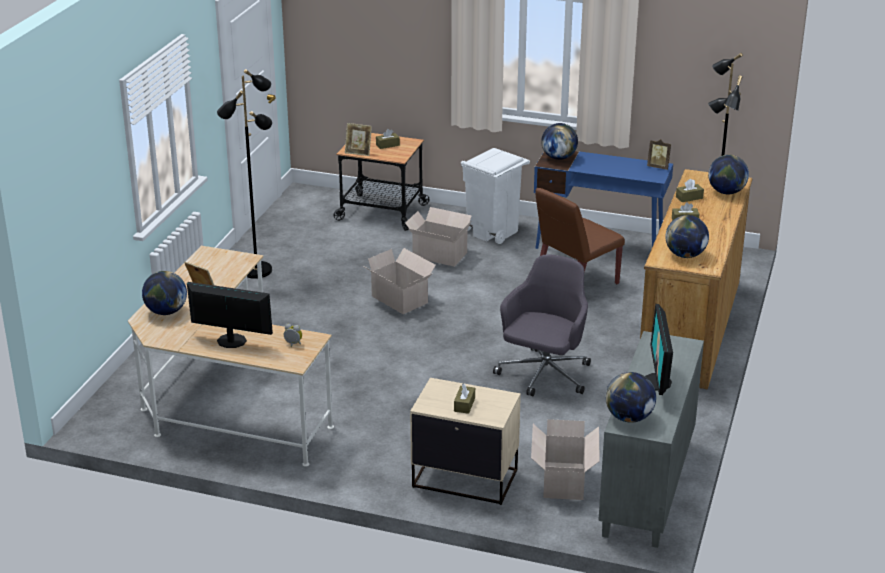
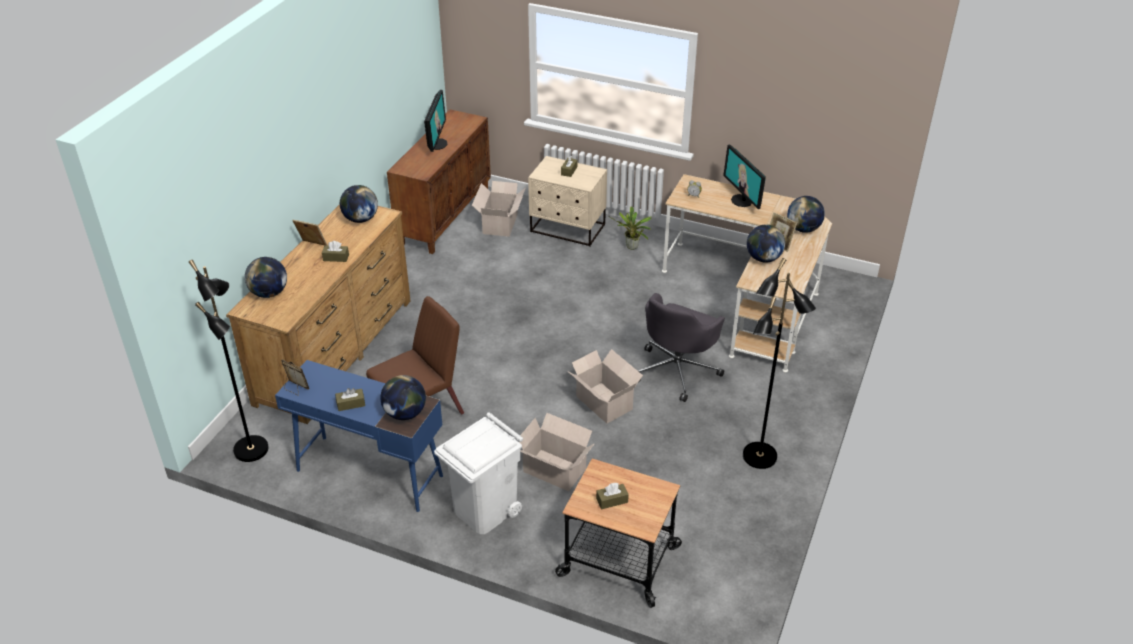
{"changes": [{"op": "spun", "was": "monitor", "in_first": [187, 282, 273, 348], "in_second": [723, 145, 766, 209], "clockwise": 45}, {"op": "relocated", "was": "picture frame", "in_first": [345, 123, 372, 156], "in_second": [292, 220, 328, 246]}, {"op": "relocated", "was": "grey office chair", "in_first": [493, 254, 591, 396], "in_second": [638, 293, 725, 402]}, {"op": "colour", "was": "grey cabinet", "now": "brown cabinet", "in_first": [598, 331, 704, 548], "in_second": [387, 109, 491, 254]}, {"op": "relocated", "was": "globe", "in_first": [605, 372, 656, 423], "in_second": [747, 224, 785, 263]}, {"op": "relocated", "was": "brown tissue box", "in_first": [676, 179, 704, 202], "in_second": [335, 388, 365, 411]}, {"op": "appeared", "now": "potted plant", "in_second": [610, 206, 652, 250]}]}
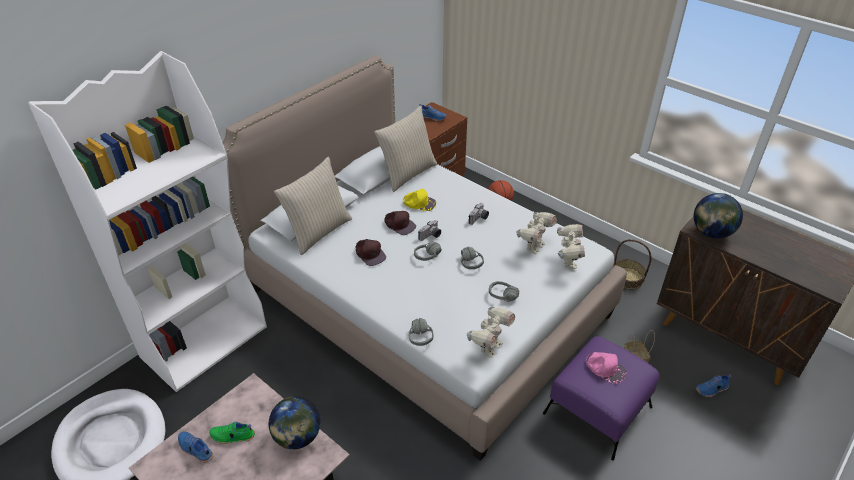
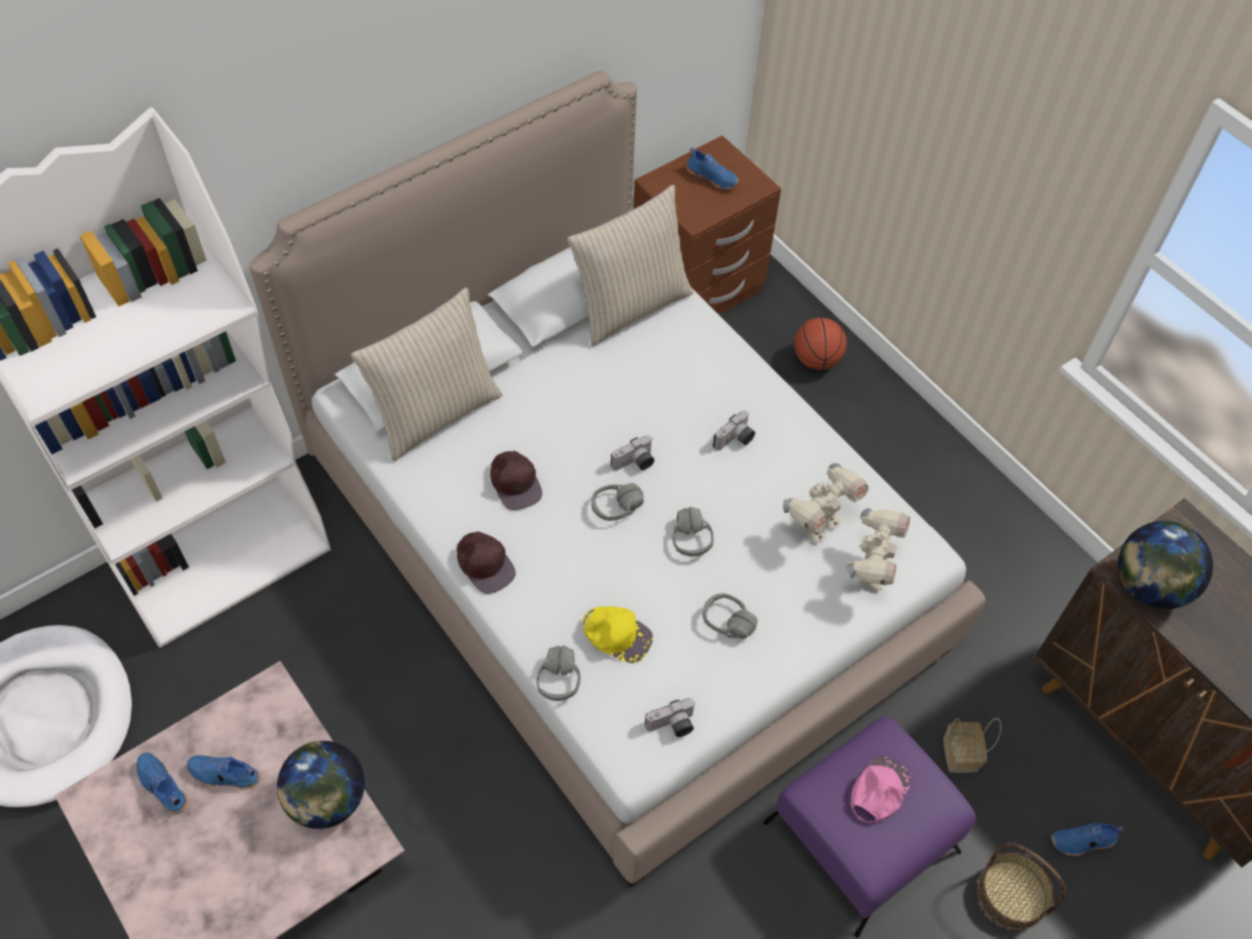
{"changes": [{"op": "colour", "was": "green shoe", "now": "blue shoe", "in_first": [209, 422, 255, 444], "in_second": [187, 755, 260, 789]}, {"op": "relocated", "was": "brown cap", "in_first": [384, 211, 416, 235], "in_second": [457, 531, 516, 594]}, {"op": "relocated", "was": "yellow cap", "in_first": [403, 189, 436, 211], "in_second": [582, 606, 653, 663]}, {"op": "exchanged", "was": "toy robot", "now": "photo camera", "in_first": [467, 307, 515, 358], "in_second": [645, 698, 696, 737]}, {"op": "spun", "was": "pink cap", "in_first": [586, 352, 626, 384], "in_second": [851, 757, 911, 823], "clockwise": -105}, {"op": "relocated", "was": "basket", "in_first": [613, 239, 652, 289], "in_second": [977, 843, 1067, 930]}]}
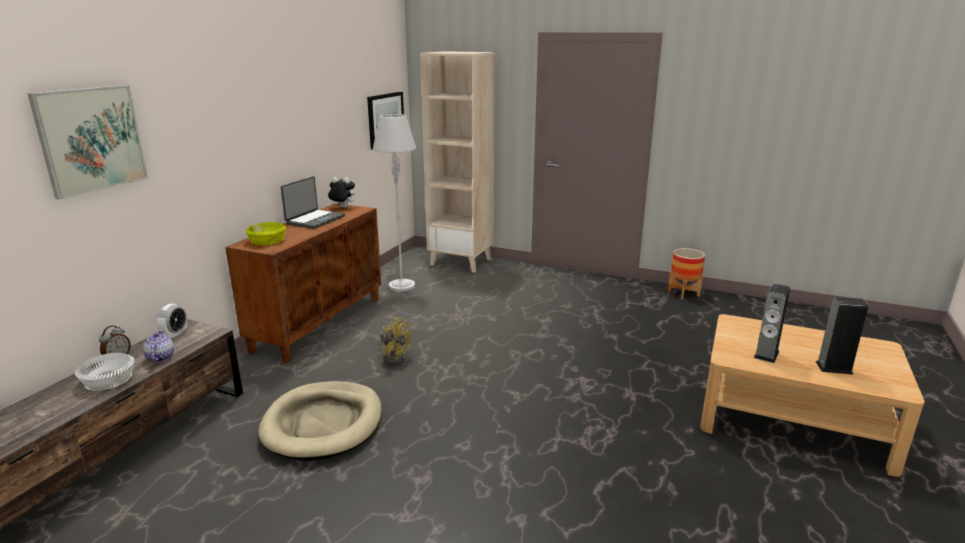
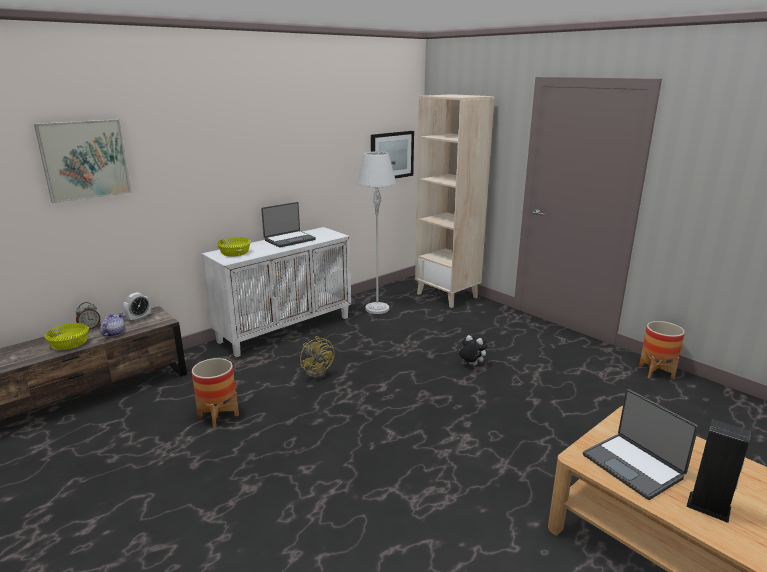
{"changes": [{"op": "colour", "was": "white bowl", "now": "yellow bowl", "in_first": [75, 353, 134, 391], "in_second": [45, 323, 89, 350]}, {"op": "colour", "was": "brown cabinet", "now": "white cabinet", "in_first": [225, 203, 381, 363], "in_second": [202, 227, 351, 357]}, {"op": "exchanged", "was": "beige dog bed", "now": "planter", "in_first": [258, 381, 382, 461], "in_second": [192, 358, 239, 428]}, {"op": "relocated", "was": "plush toy", "in_first": [328, 177, 355, 208], "in_second": [459, 335, 488, 366]}, {"op": "exchanged", "was": "speaker", "now": "laptop", "in_first": [754, 284, 790, 363], "in_second": [583, 389, 698, 500]}]}
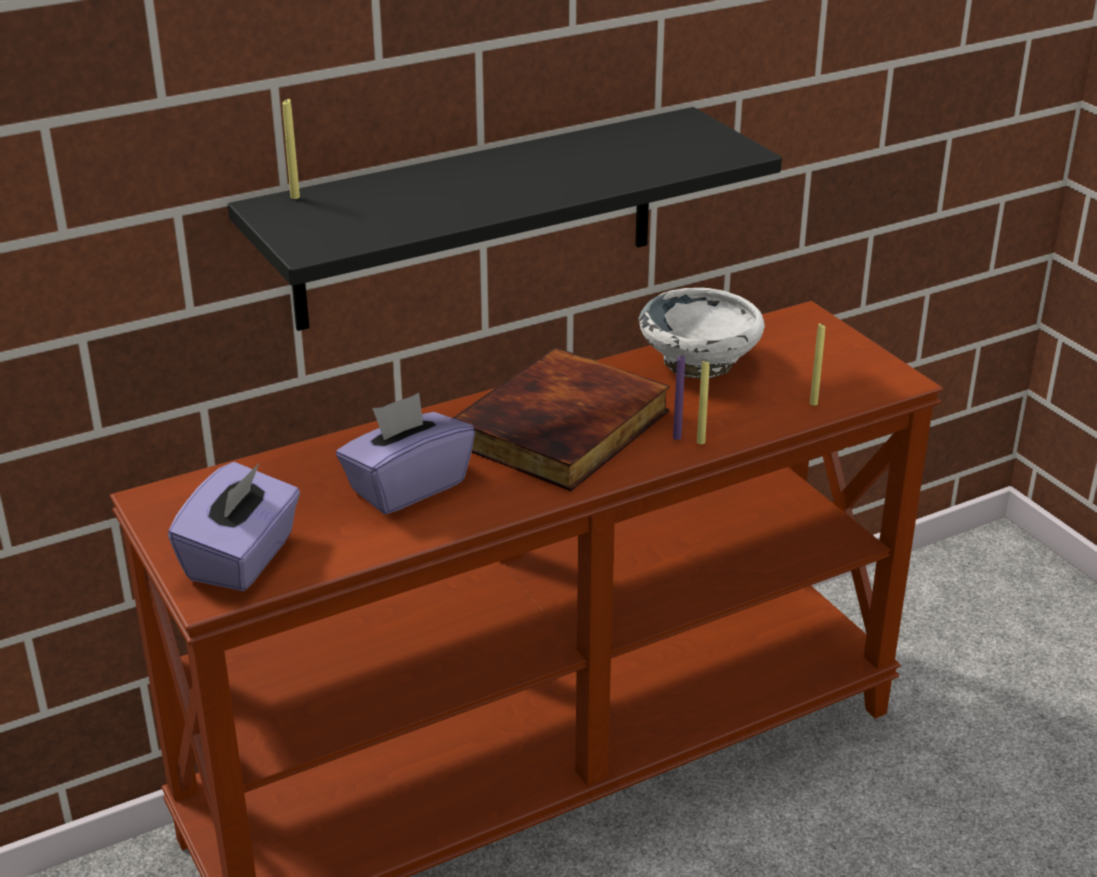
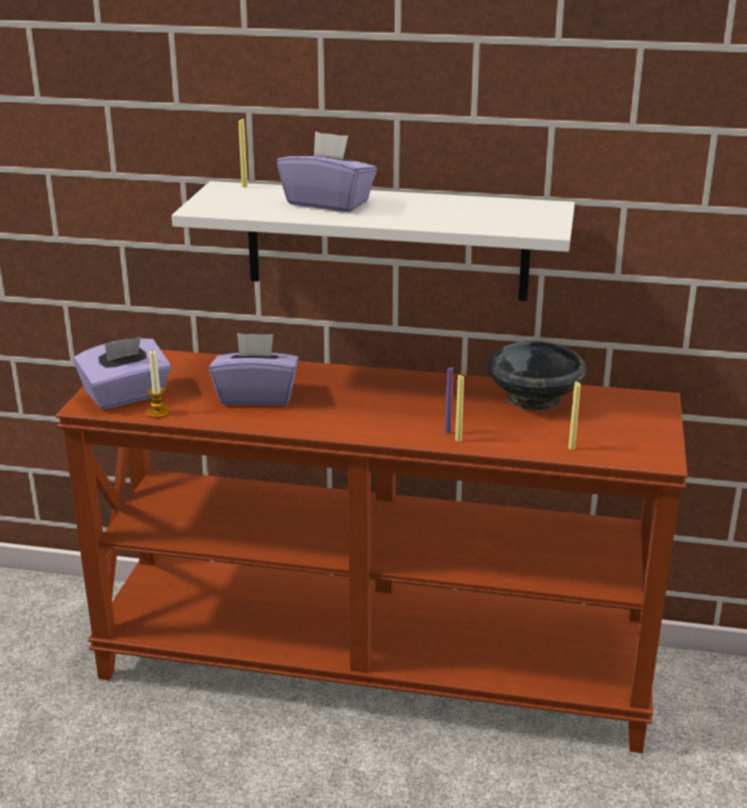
{"changes": [{"op": "colour", "was": "black shelf", "now": "white shelf", "in_first": [228, 107, 782, 331], "in_second": [172, 181, 575, 301]}, {"op": "missing", "was": "book", "in_first": [453, 347, 670, 491]}, {"op": "colour", "was": "white bowl", "now": "black bowl", "in_first": [639, 288, 765, 379], "in_second": [488, 341, 586, 411]}, {"op": "appeared", "now": "candle", "in_second": [146, 349, 170, 418]}, {"op": "appeared", "now": "purple tissue box", "in_second": [277, 131, 377, 212]}]}
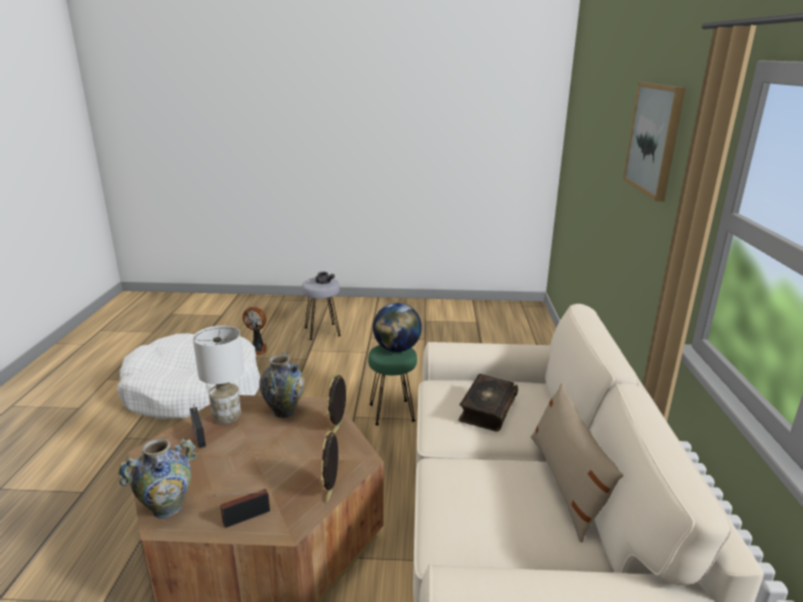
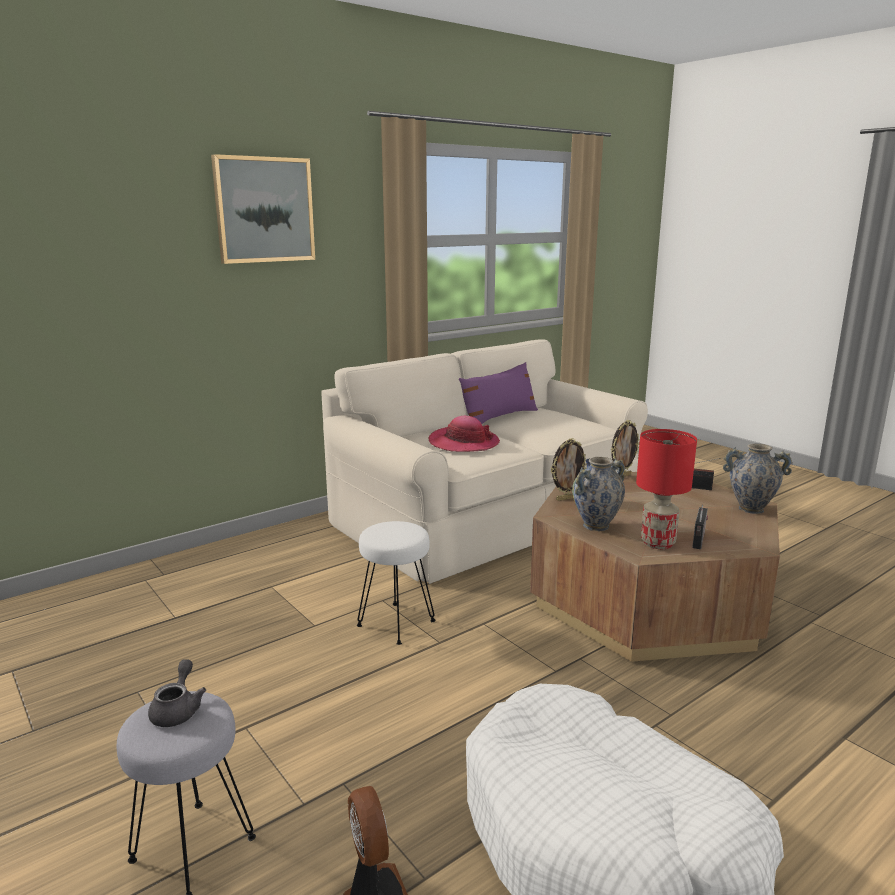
{"changes": [{"op": "colour", "was": "white table lamp", "now": "red table lamp", "in_first": [193, 326, 244, 424], "in_second": [636, 429, 697, 549]}, {"op": "colour", "was": "green stool", "now": "white stool", "in_first": [368, 345, 417, 425], "in_second": [357, 521, 436, 645]}, {"op": "missing", "was": "globe", "in_first": [373, 303, 422, 352]}, {"op": "exchanged", "was": "book", "now": "hat", "in_first": [458, 374, 518, 432], "in_second": [428, 416, 500, 452]}, {"op": "colour", "was": "beige pillow", "now": "purple pillow", "in_first": [531, 383, 623, 543], "in_second": [459, 362, 538, 424]}]}
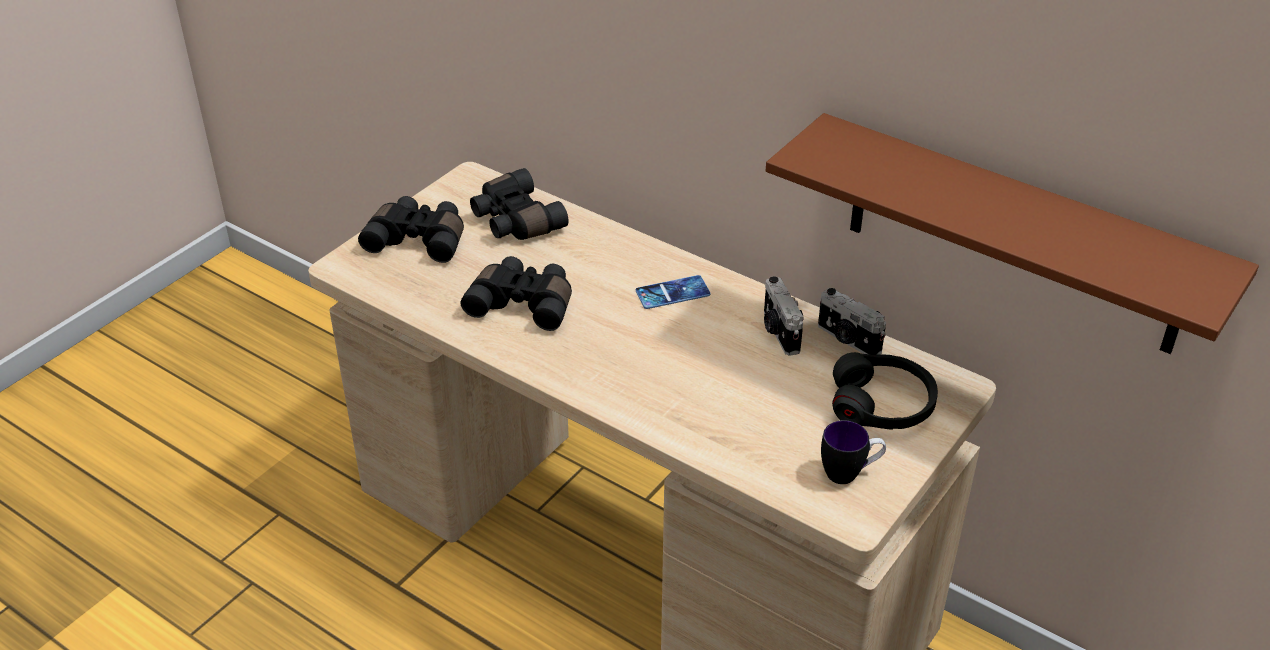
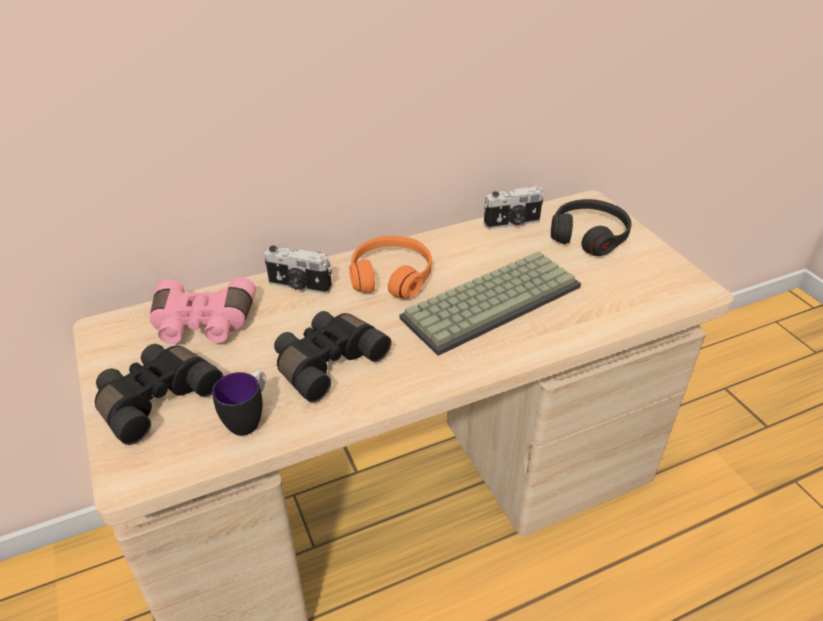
{"changes": [{"op": "colour", "was": "black binoculars", "now": "pink binoculars", "in_first": [470, 168, 569, 240], "in_second": [150, 277, 256, 344]}, {"op": "exchanged", "was": "phone", "now": "orange headphones", "in_first": [636, 275, 710, 309], "in_second": [349, 236, 432, 299]}, {"op": "relocated", "was": "photo camera", "in_first": [764, 276, 803, 356], "in_second": [264, 246, 332, 294]}, {"op": "missing", "was": "brown shelf", "in_first": [766, 113, 1259, 354]}, {"op": "relocated", "was": "mug", "in_first": [821, 420, 886, 484], "in_second": [212, 370, 266, 436]}, {"op": "appeared", "now": "keyboard", "in_second": [400, 251, 581, 356]}]}
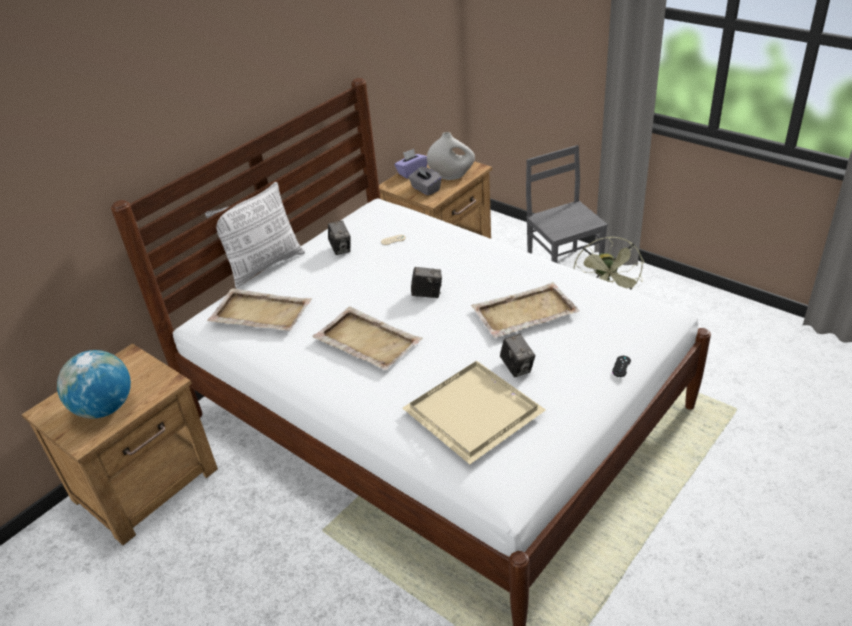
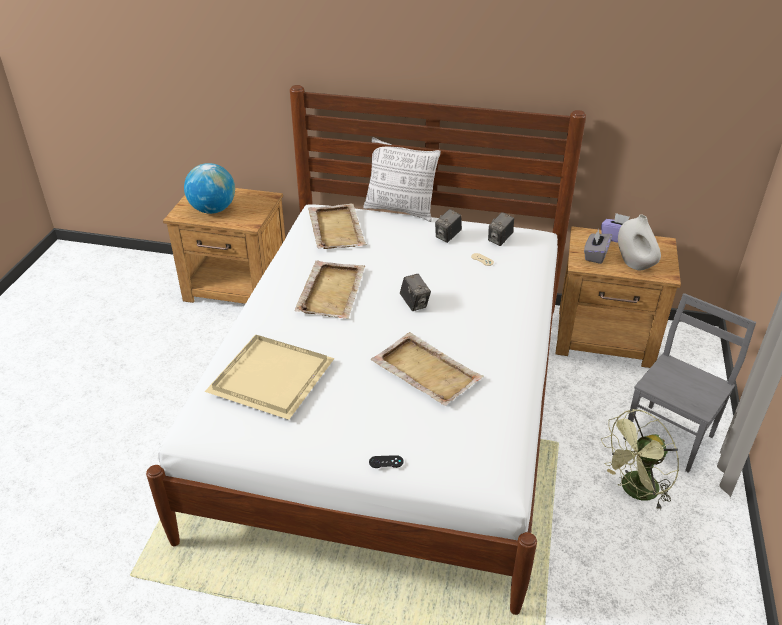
{"changes": [{"op": "relocated", "was": "photo camera", "in_first": [500, 334, 535, 377], "in_second": [488, 212, 514, 246]}]}
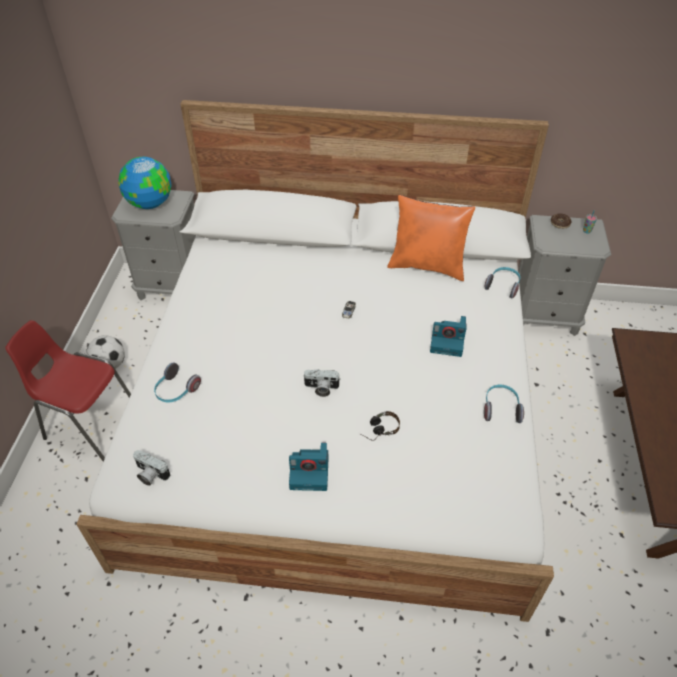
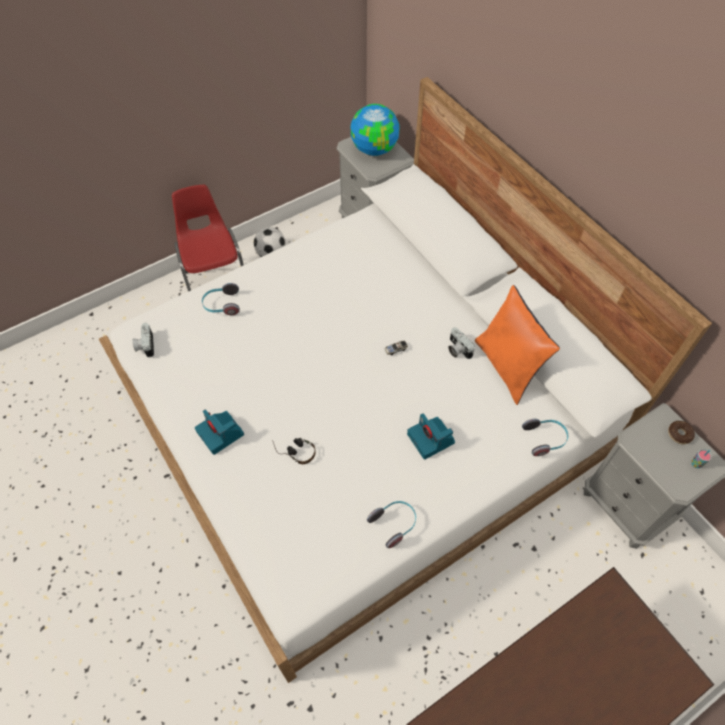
{"changes": [{"op": "relocated", "was": "photo camera", "in_first": [303, 369, 340, 397], "in_second": [448, 327, 475, 359]}]}
